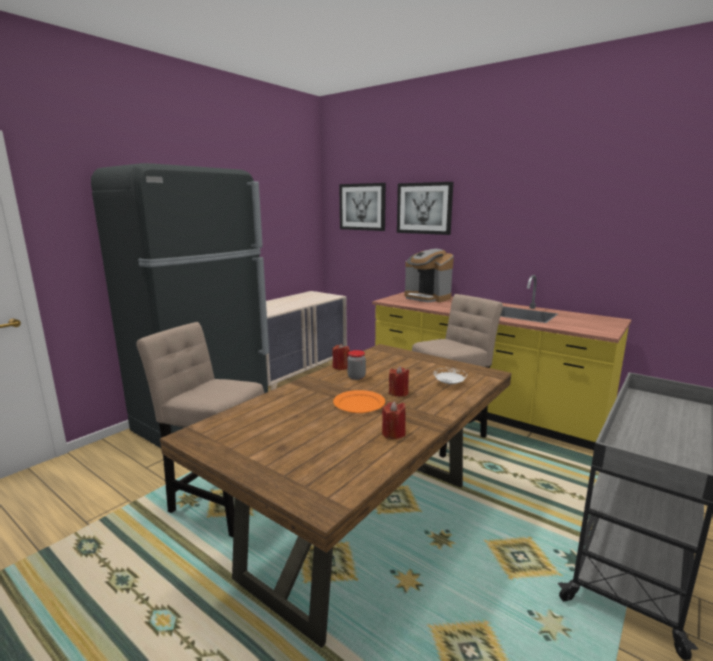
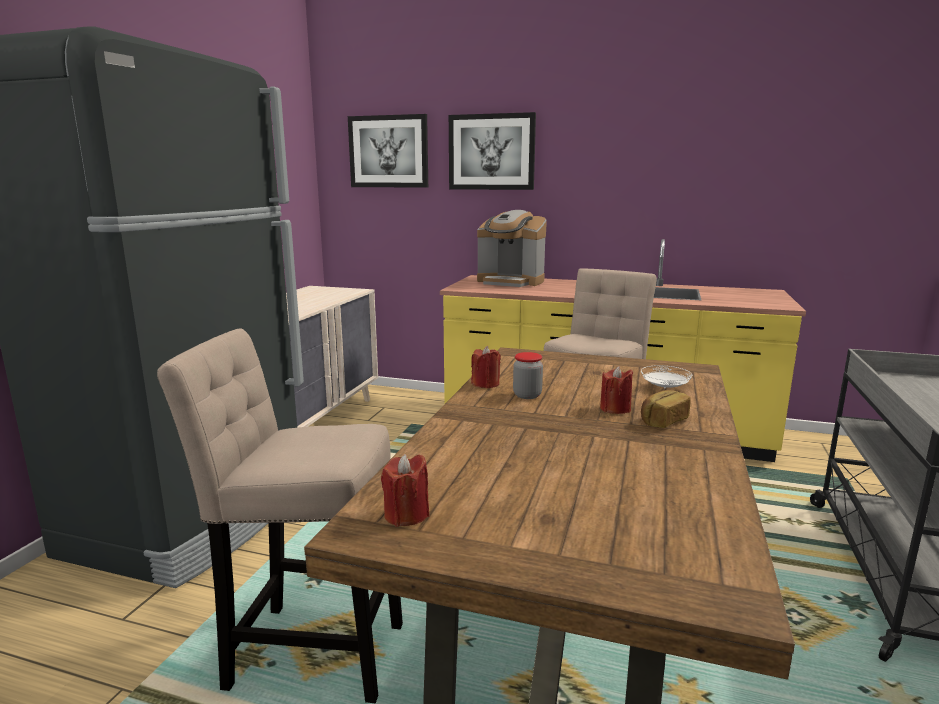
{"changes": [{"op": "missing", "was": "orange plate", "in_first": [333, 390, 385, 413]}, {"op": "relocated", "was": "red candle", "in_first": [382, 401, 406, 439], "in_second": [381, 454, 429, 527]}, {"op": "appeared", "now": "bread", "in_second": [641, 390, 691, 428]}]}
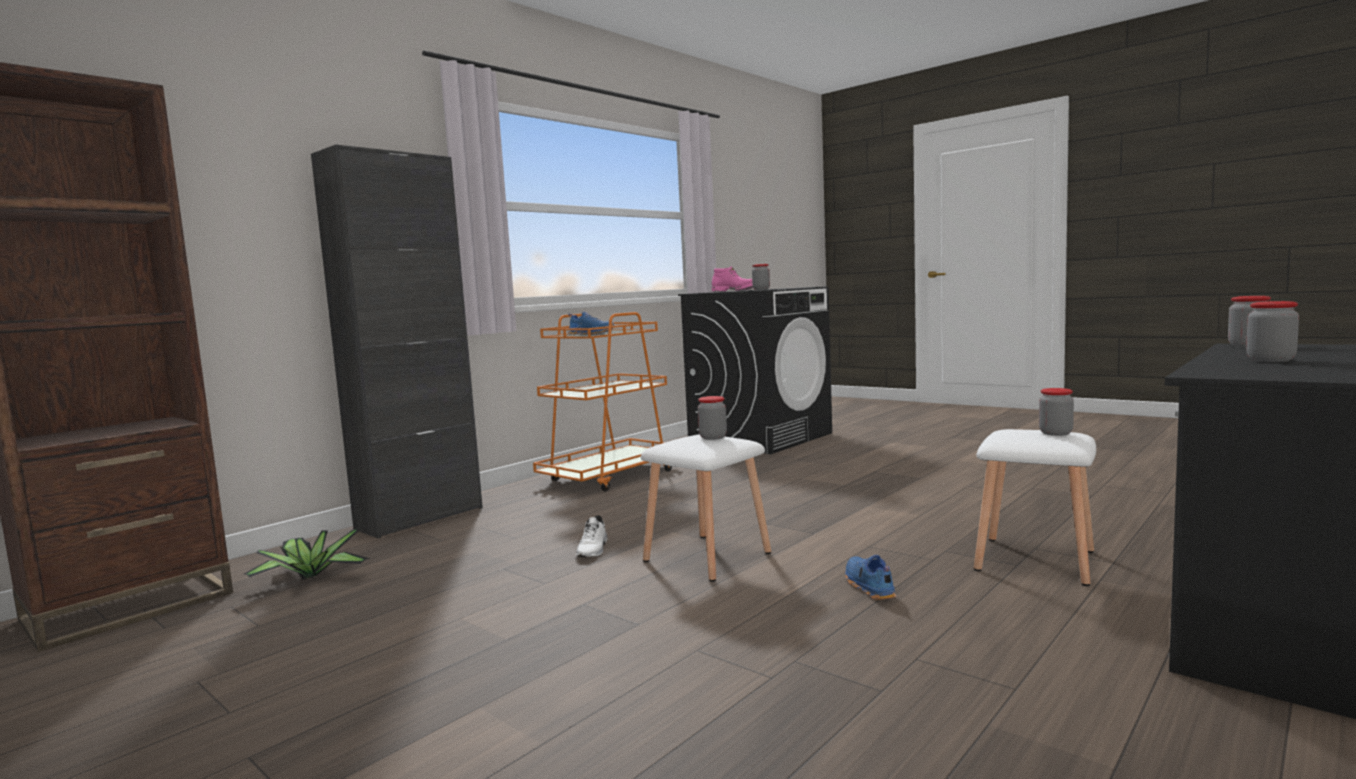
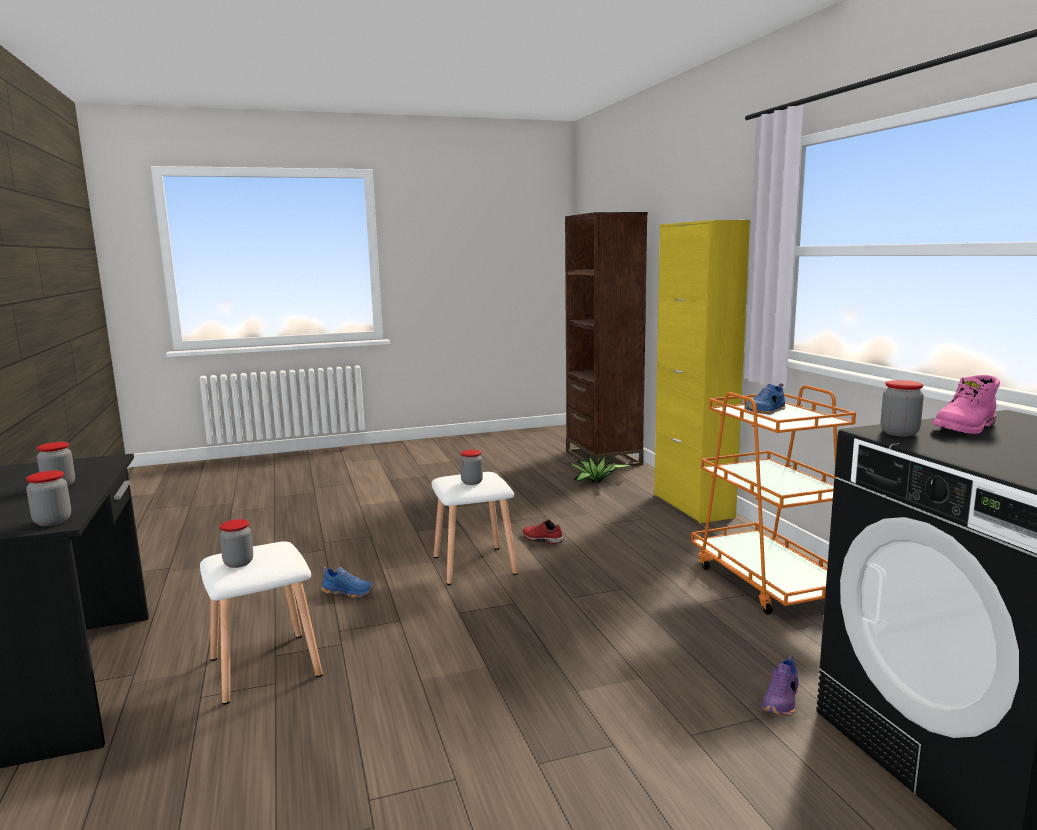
{"changes": [{"op": "colour", "was": "black cabinet", "now": "yellow cabinet", "in_first": [311, 144, 483, 539], "in_second": [654, 220, 750, 523]}, {"op": "colour", "was": "white shoe", "now": "red shoe", "in_first": [576, 515, 608, 557], "in_second": [522, 519, 564, 544]}, {"op": "appeared", "now": "purple shoe", "in_second": [761, 655, 799, 716]}]}
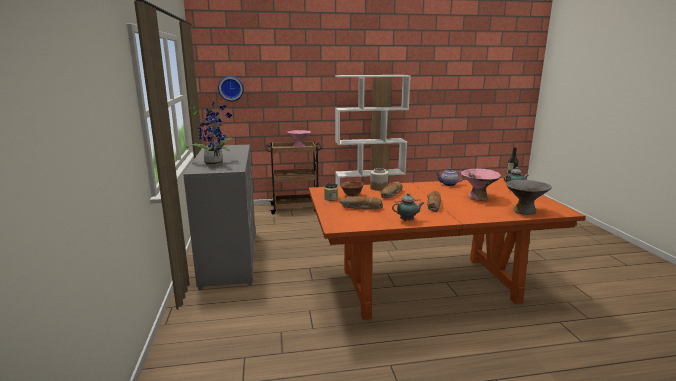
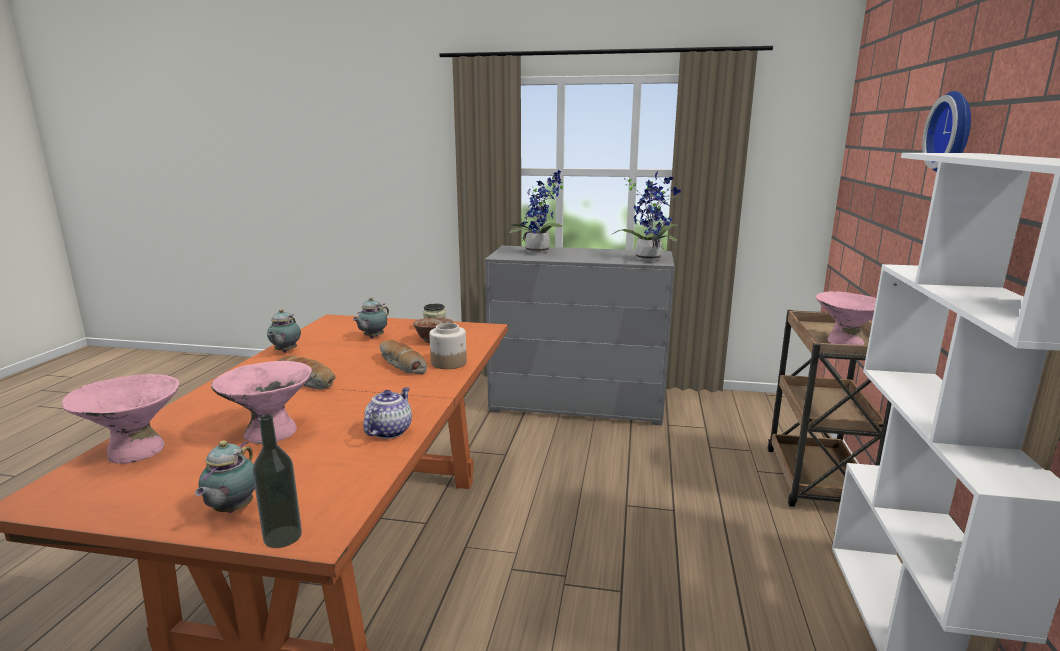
{"changes": [{"op": "relocated", "was": "wall clock", "in_first": [218, 76, 244, 101], "in_second": [922, 91, 971, 172]}, {"op": "exchanged", "was": "bread", "now": "teapot", "in_first": [340, 196, 383, 209], "in_second": [353, 297, 389, 338]}, {"op": "colour", "was": "grey bowl", "now": "pink bowl", "in_first": [506, 180, 552, 215], "in_second": [62, 374, 180, 464]}, {"op": "appeared", "now": "potted plant", "in_second": [611, 171, 681, 261]}]}
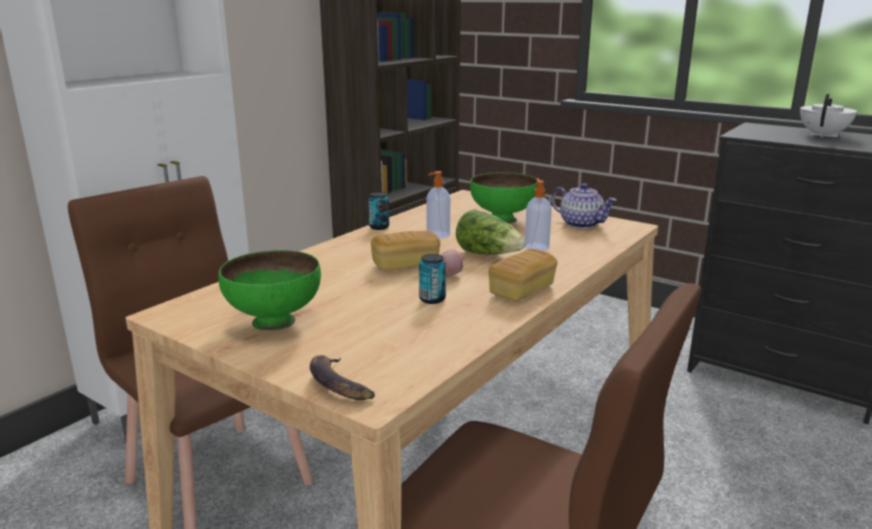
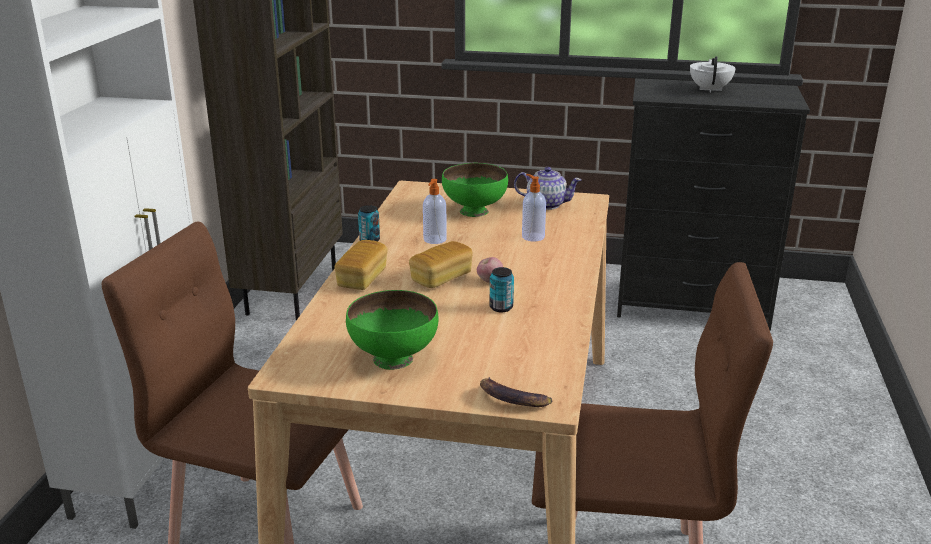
{"changes": [{"op": "missing", "was": "lettuce", "in_first": [456, 209, 526, 254]}, {"op": "relocated", "was": "bread", "in_first": [489, 248, 558, 301], "in_second": [335, 240, 388, 290]}]}
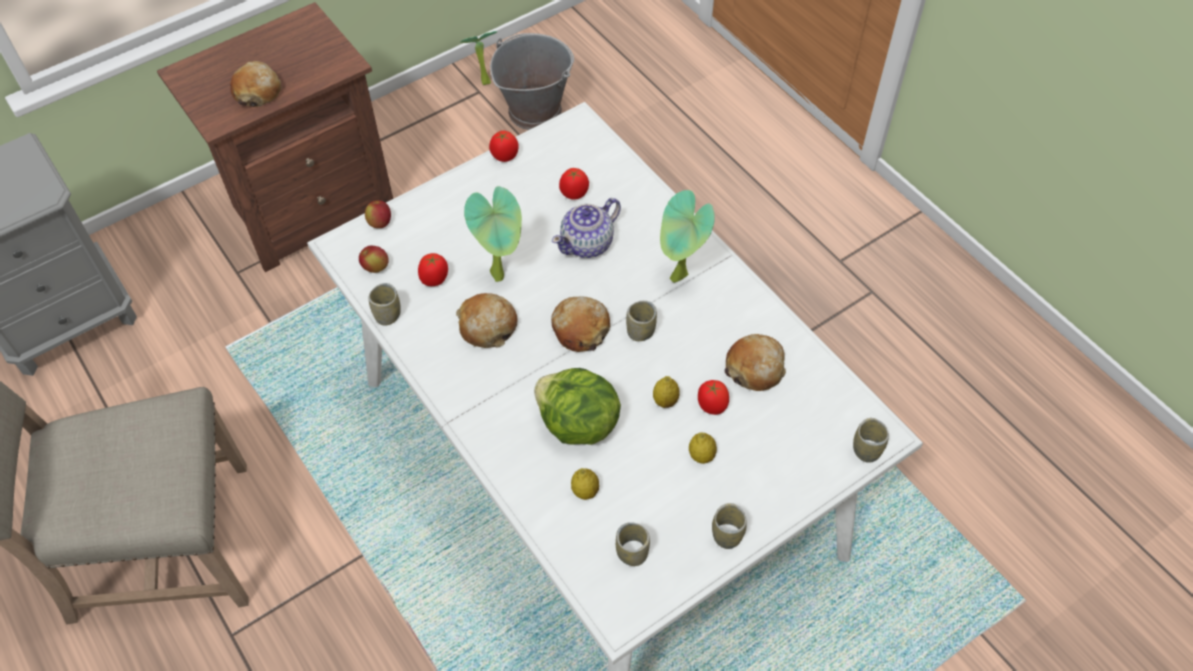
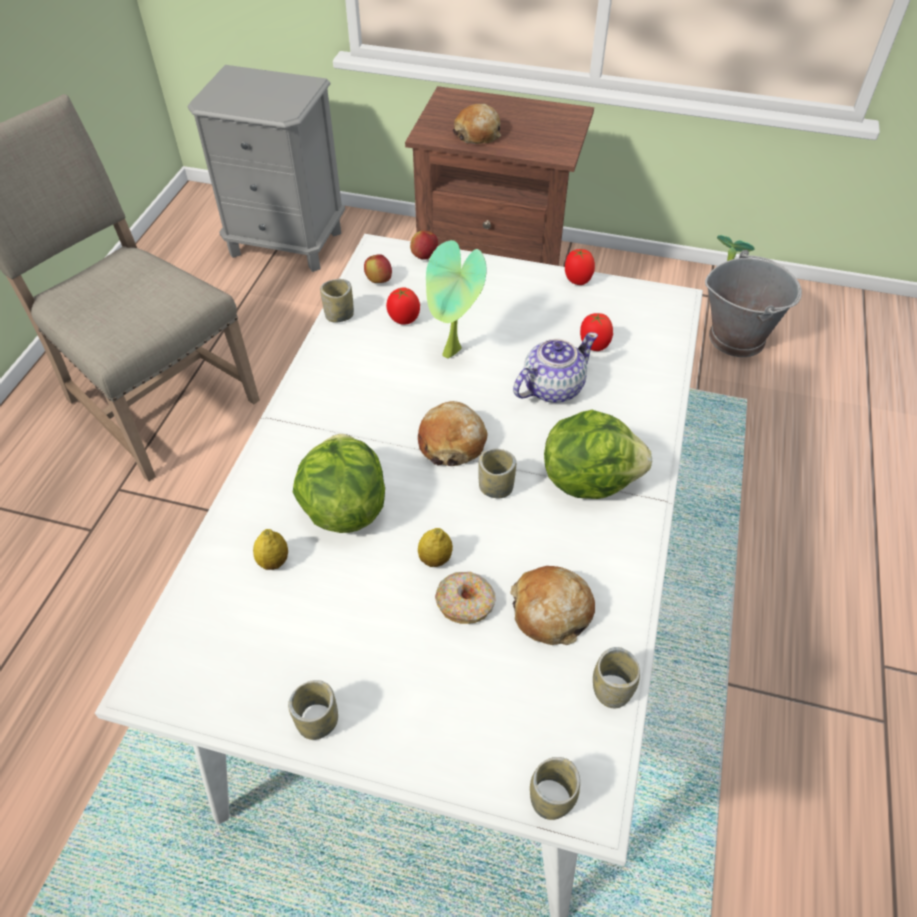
{"changes": [{"op": "missing", "was": "bread", "in_first": [456, 293, 517, 348]}, {"op": "spun", "was": "teapot", "in_first": [552, 198, 621, 258], "in_second": [513, 332, 598, 403], "clockwise": 135}, {"op": "relocated", "was": "cup", "in_first": [616, 522, 650, 566], "in_second": [593, 647, 640, 708]}, {"op": "exchanged", "was": "potted plant", "now": "lettuce", "in_first": [660, 190, 715, 283], "in_second": [544, 410, 652, 499]}, {"op": "missing", "was": "lemon", "in_first": [689, 432, 717, 464]}, {"op": "exchanged", "was": "tomato", "now": "donut", "in_first": [698, 380, 729, 415], "in_second": [435, 572, 496, 624]}]}
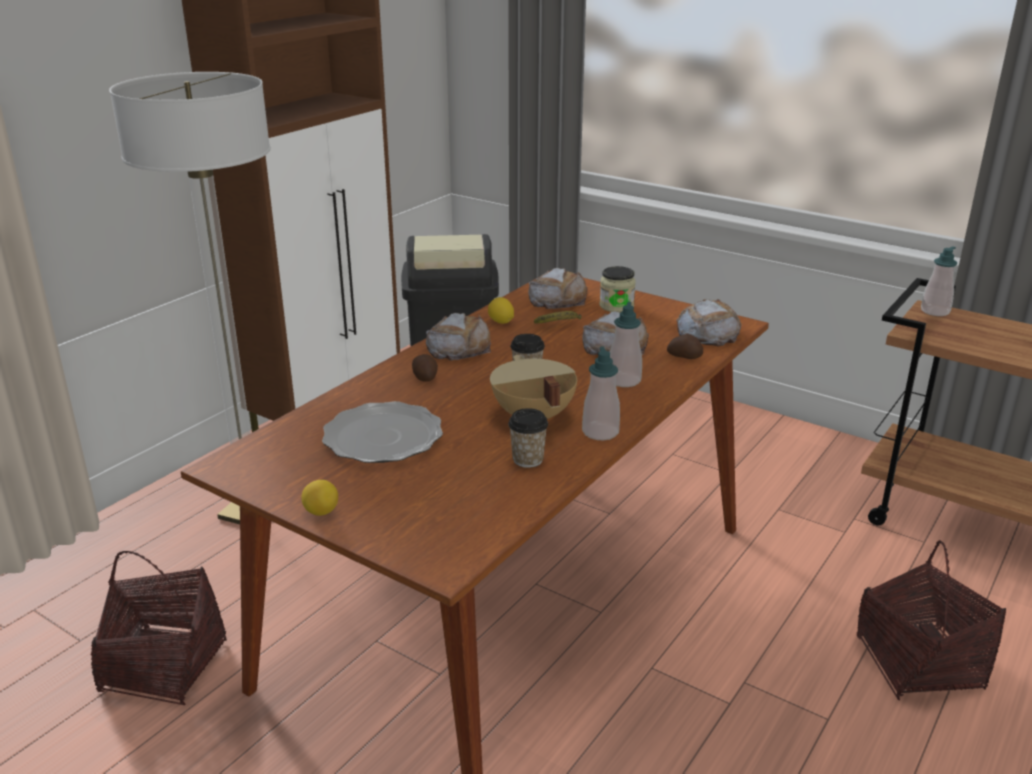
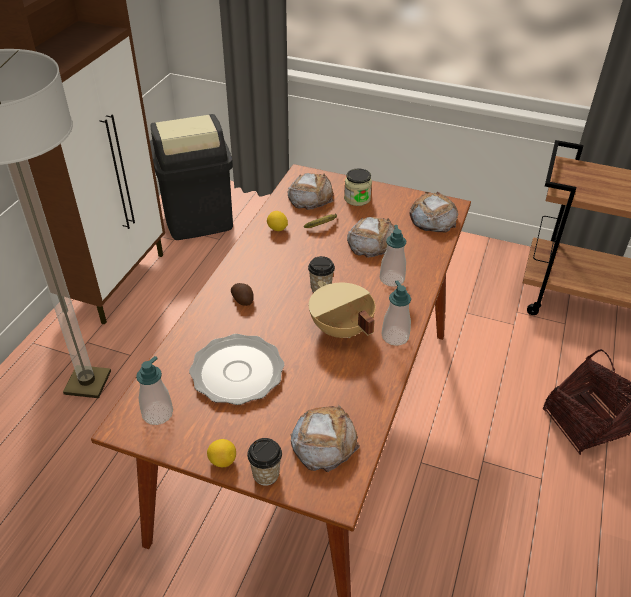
{"changes": [{"op": "missing", "was": "basket", "in_first": [91, 551, 227, 705]}, {"op": "relocated", "was": "bread", "in_first": [426, 313, 491, 361], "in_second": [291, 405, 360, 472]}, {"op": "relocated", "was": "cup", "in_first": [508, 408, 548, 468], "in_second": [247, 438, 282, 486]}, {"op": "missing", "was": "potato", "in_first": [667, 334, 703, 359]}, {"op": "relocated", "was": "soap dispenser", "in_first": [921, 246, 957, 316], "in_second": [136, 356, 173, 425]}]}
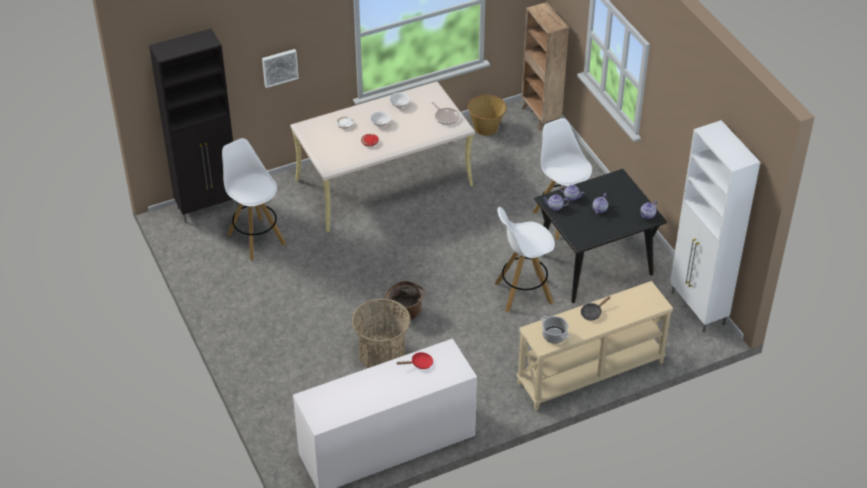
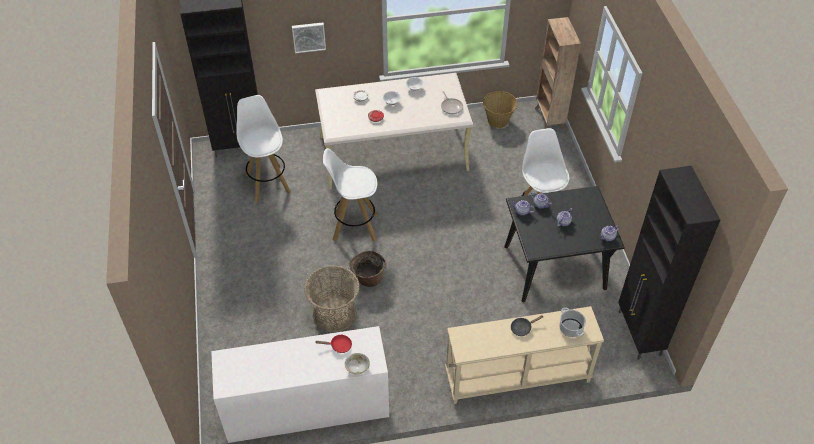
{"changes": [{"op": "relocated", "was": "white stool", "in_first": [495, 207, 555, 312], "in_second": [323, 148, 378, 242]}, {"op": "relocated", "was": "cooking pot", "in_first": [541, 316, 569, 343], "in_second": [559, 307, 586, 337]}, {"op": "colour", "was": "white cabinet", "now": "black cabinet", "in_first": [670, 120, 760, 333], "in_second": [618, 166, 720, 360]}, {"op": "appeared", "now": "bowl", "in_second": [345, 353, 370, 374]}]}
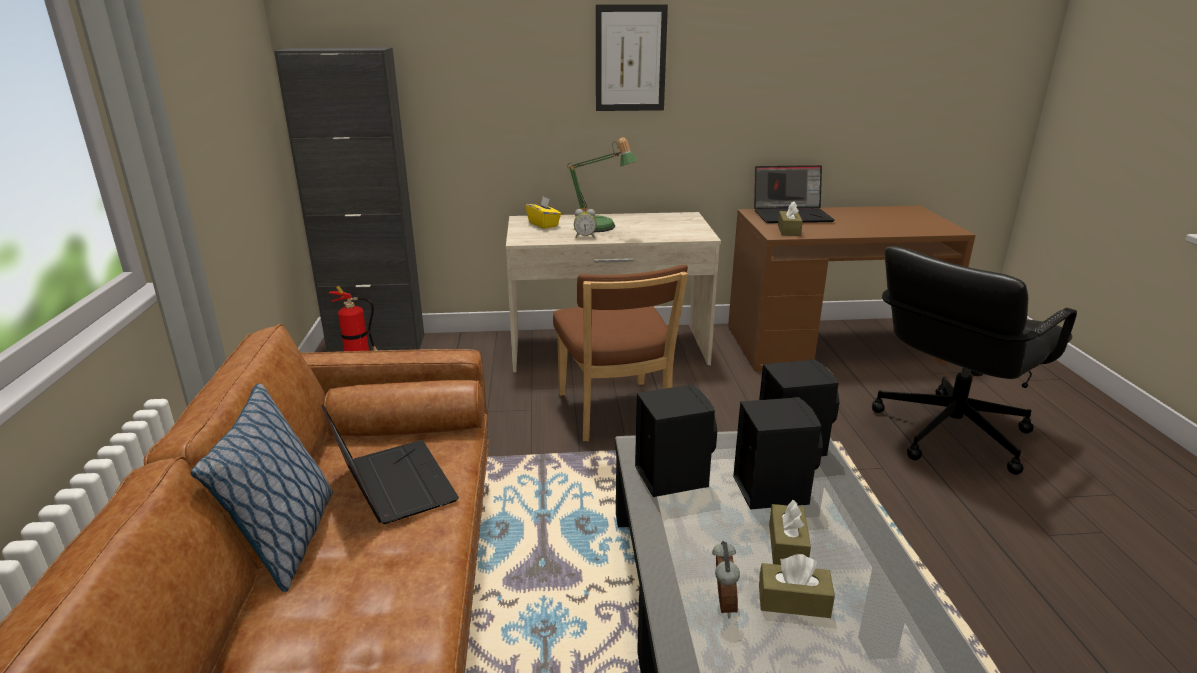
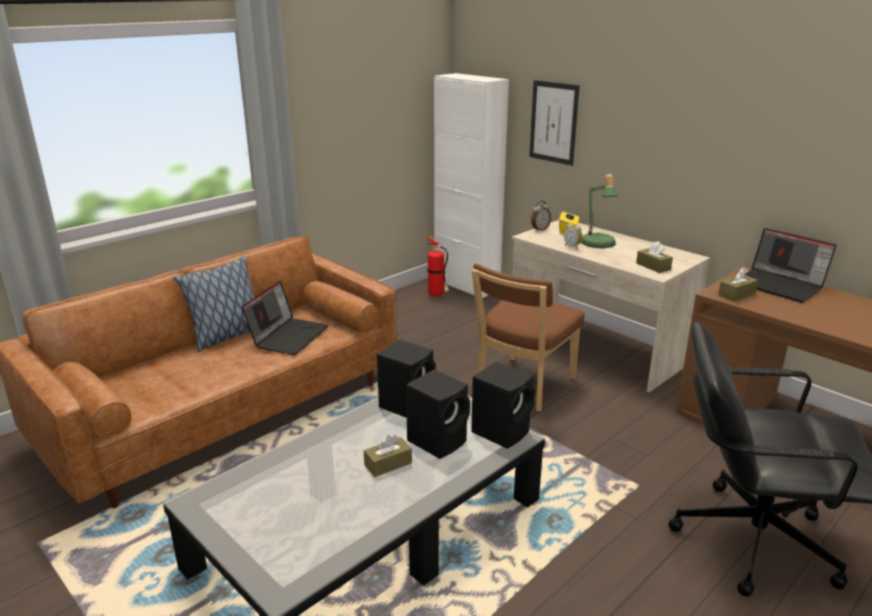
{"changes": [{"op": "colour", "was": "black cabinet", "now": "white cabinet", "in_first": [274, 47, 424, 352], "in_second": [434, 73, 509, 298]}, {"op": "relocated", "was": "picture", "in_first": [596, 4, 668, 111], "in_second": [529, 80, 580, 166]}, {"op": "relocated", "was": "alarm clock", "in_first": [712, 541, 740, 618], "in_second": [531, 201, 551, 231]}, {"op": "relocated", "was": "brown tissue box", "in_first": [759, 554, 835, 618], "in_second": [636, 241, 673, 273]}]}
